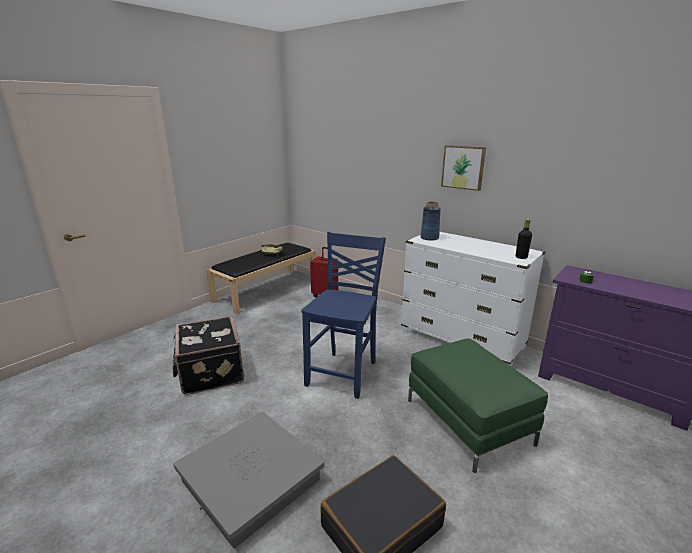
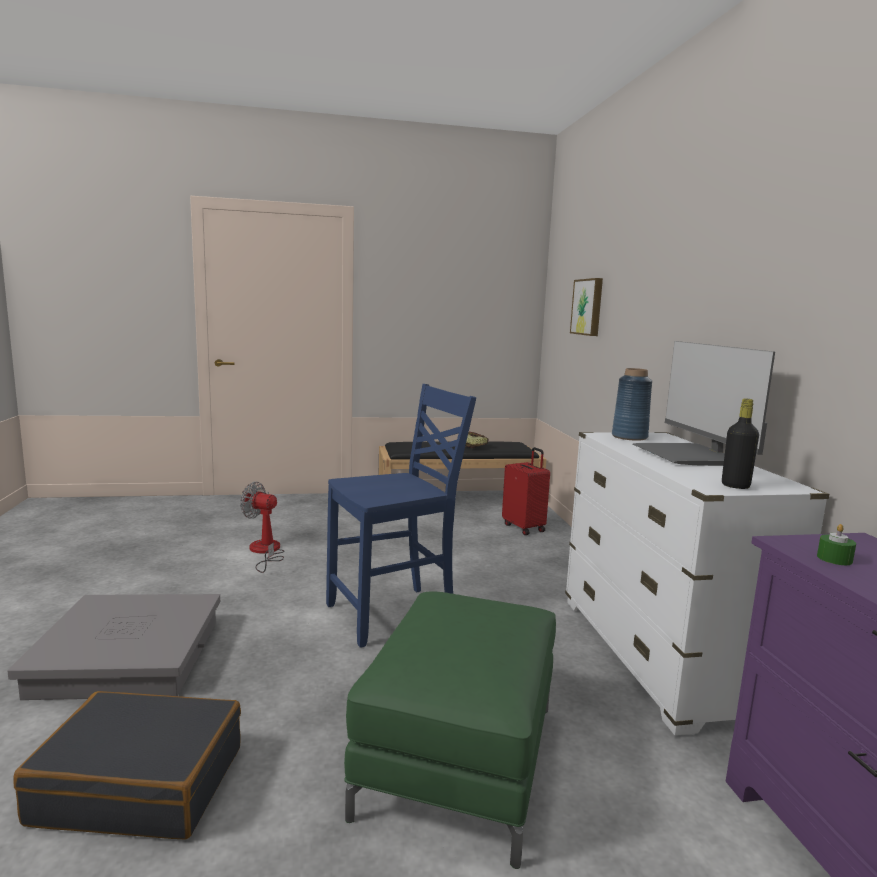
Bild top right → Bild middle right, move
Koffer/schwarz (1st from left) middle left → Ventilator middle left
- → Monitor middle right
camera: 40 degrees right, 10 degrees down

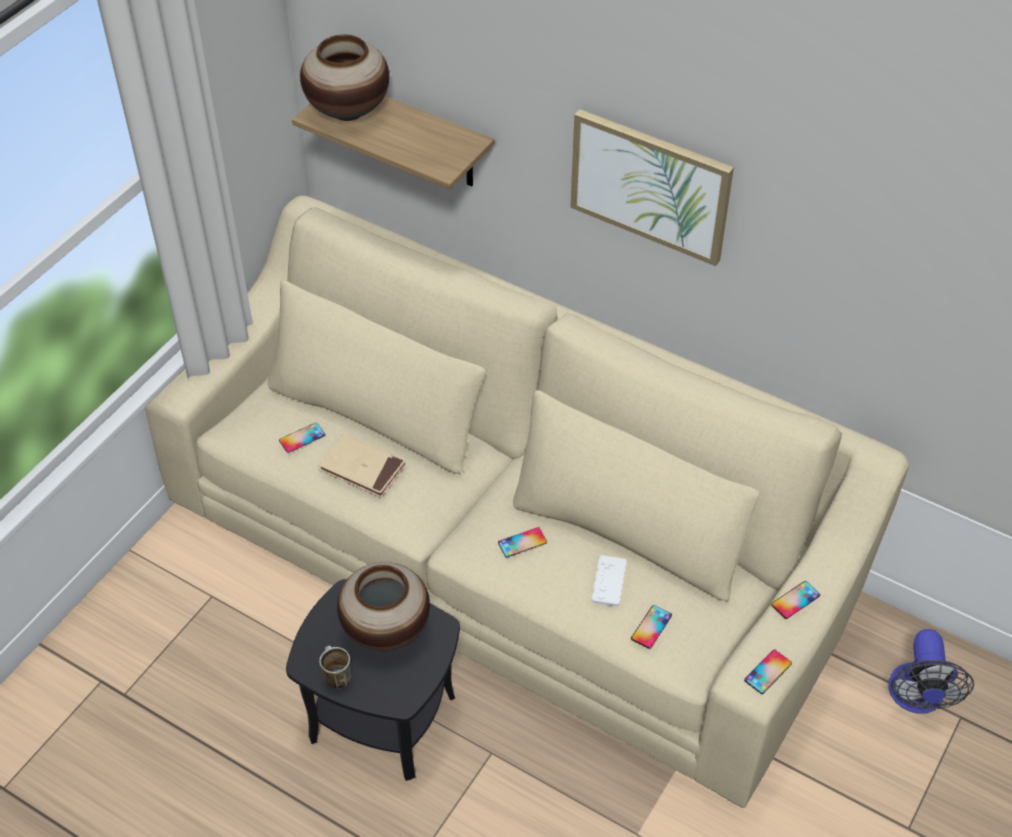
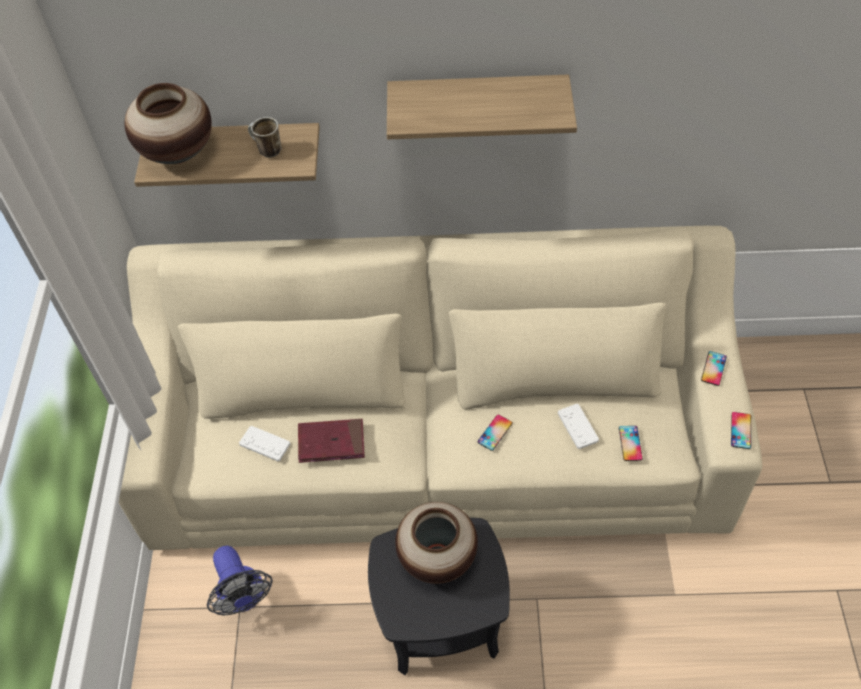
Bild top centre → Wandregal (2nd from left) top centre
Handy (1st from left) middle left → Gamepad/weiß (1st from left) middle left
Buch/beige centre → Buch/rot centre
Ventilator bottom right → Ventilator bottom left, move
Henkelbecher bottom left → Henkelbecher top left, move
camera: 30 degrees left, 5 degrees up

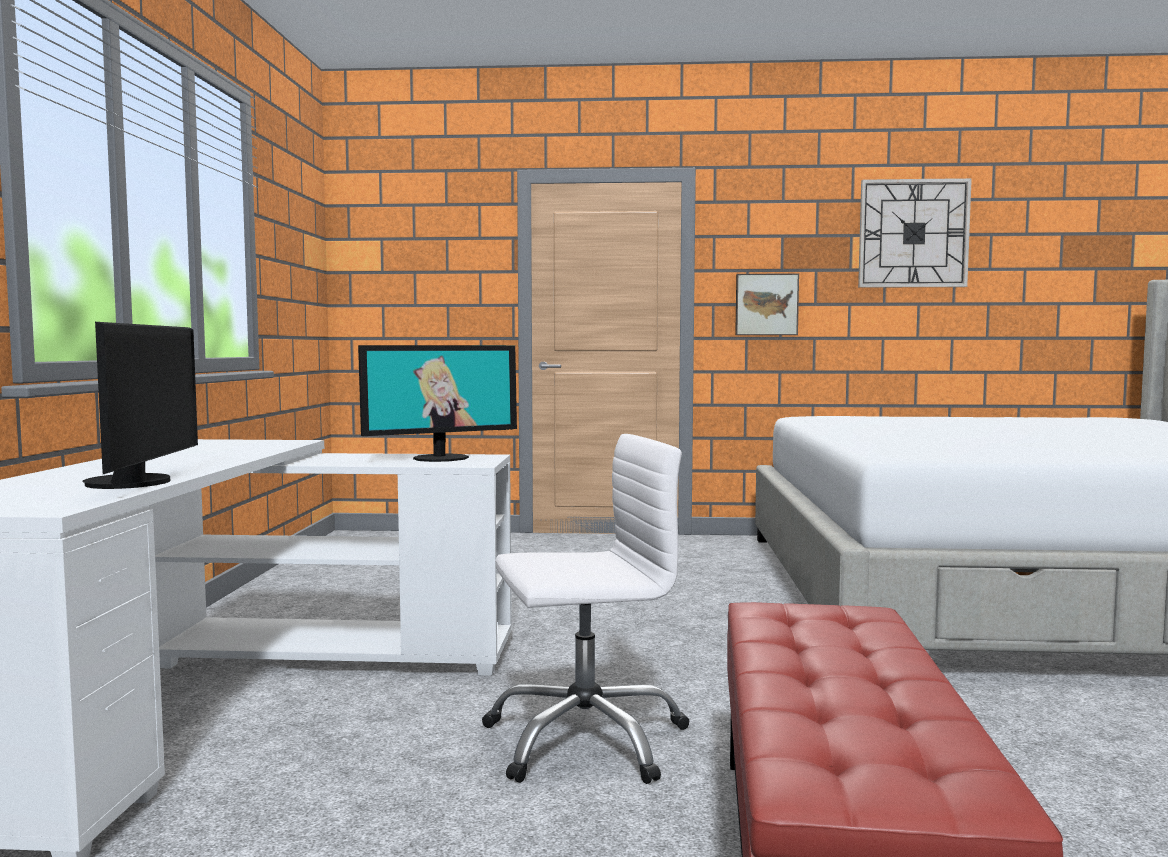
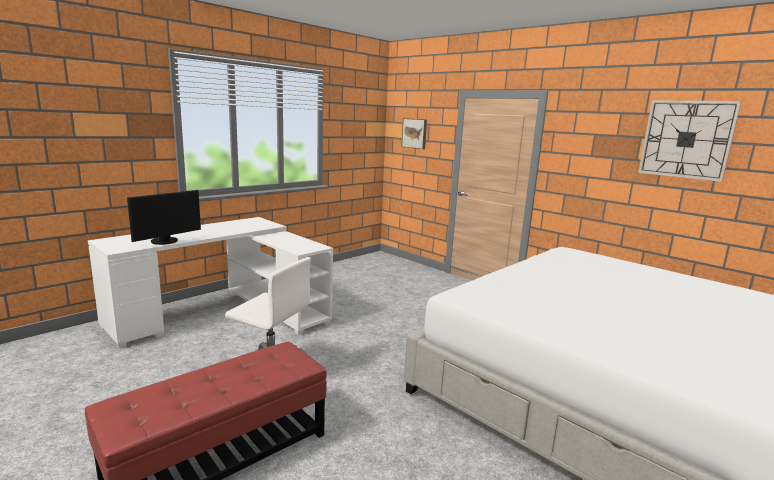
Bild centre → Bild top centre, move
Monitor (2nd from left) centre → -
camera: 40 degrees right, 10 degrees up

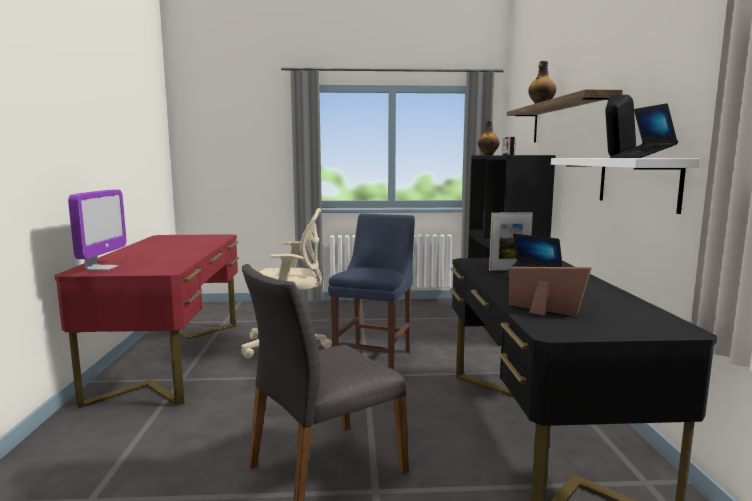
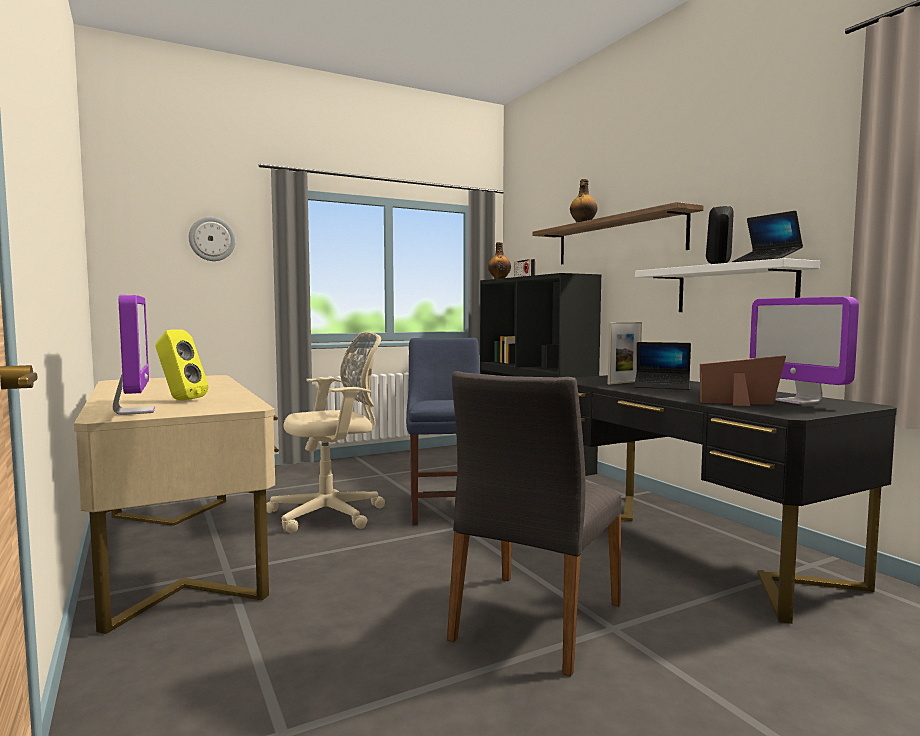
Schreibtisch/rot middle left → Schreibtisch/beige bottom left
- → Wanduhr top left
- → Monitor (2nd from left) middle right
- → Lautsprecher/gelb middle left
camera: 25 degrees left, 5 degrees down

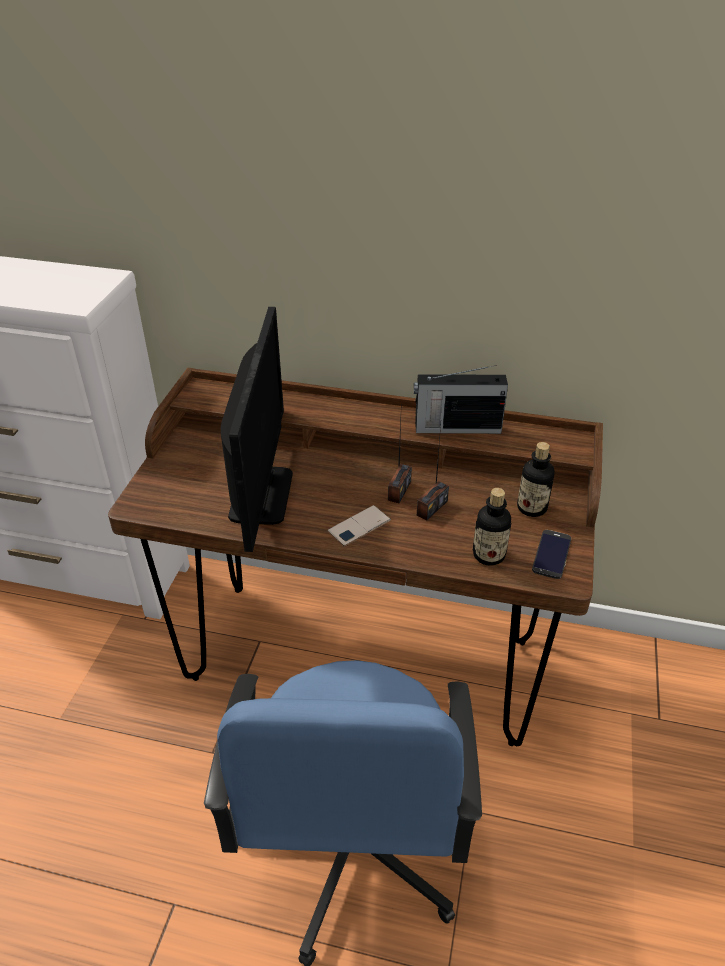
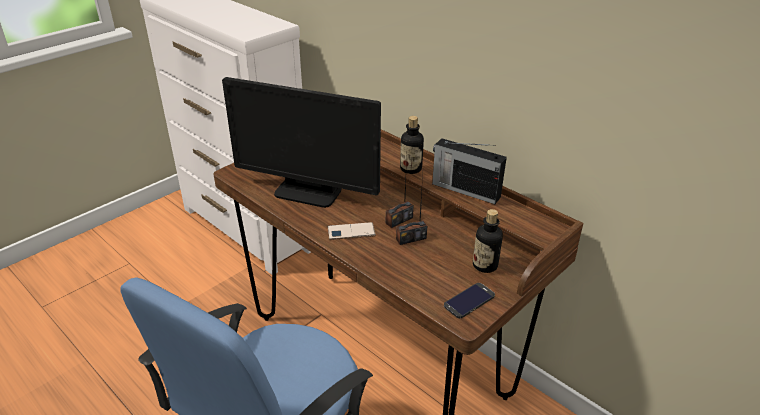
Monitor centre, 75 degrees clockwise
Flasche (1st from left) middle right → Flasche (1st from left) centre, move
camera: 30 degrees right, 5 degrees down

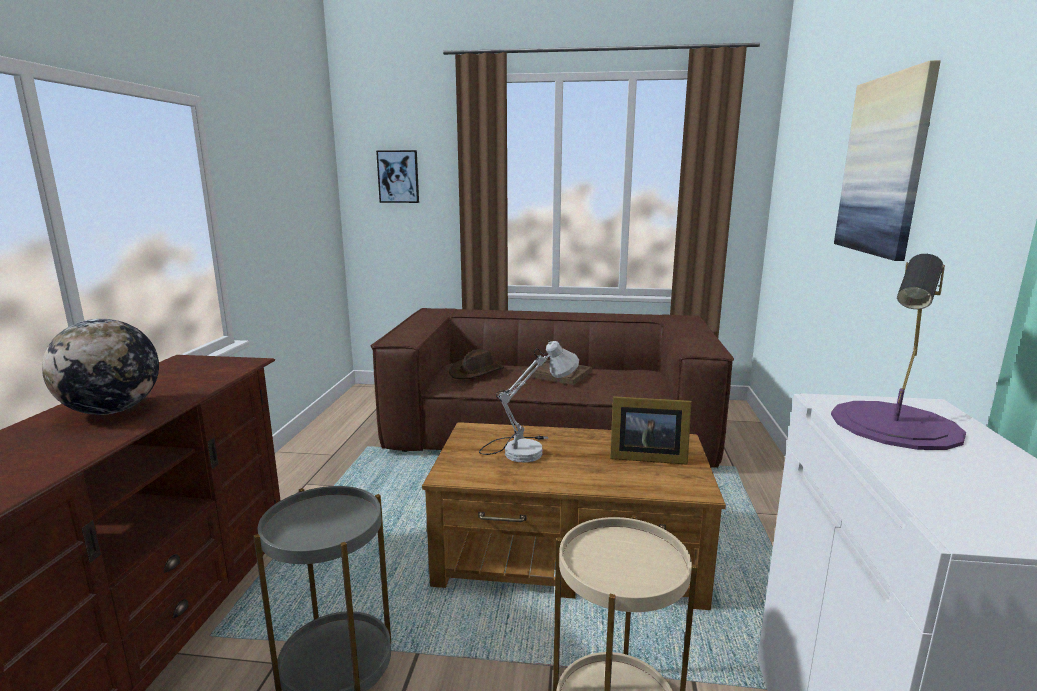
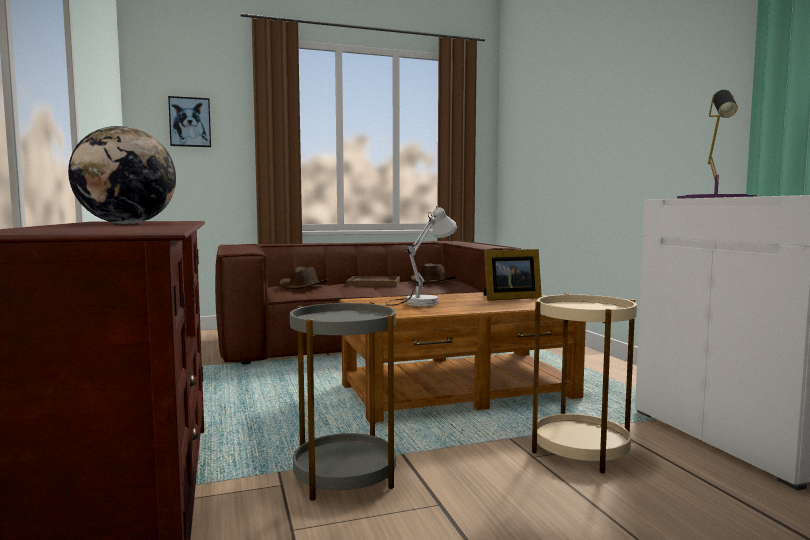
Bild (2nd from left) top right → -
- → Hut/braun (2nd from left) centre
camera: 25 degrees left, 10 degrees down

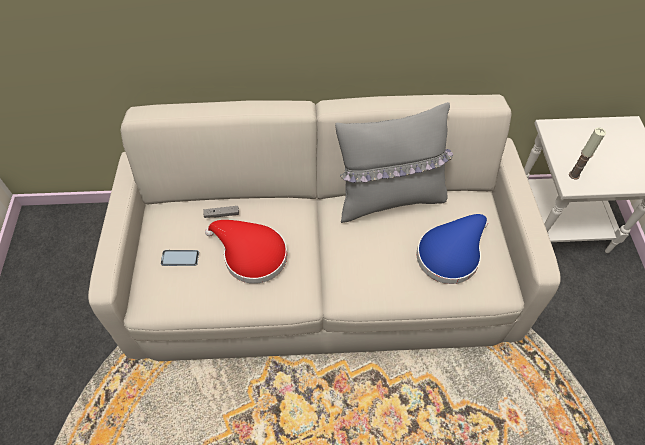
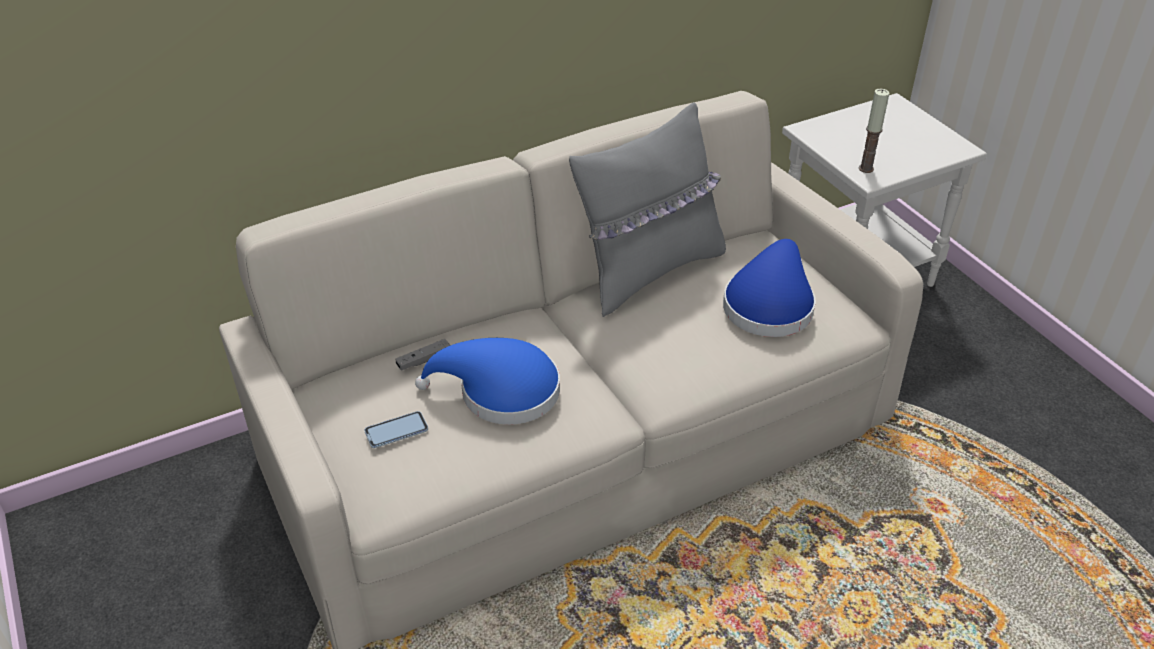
Hut/rot centre → Hut/blau (1st from left) centre
camera: 25 degrees left, 15 degrees down

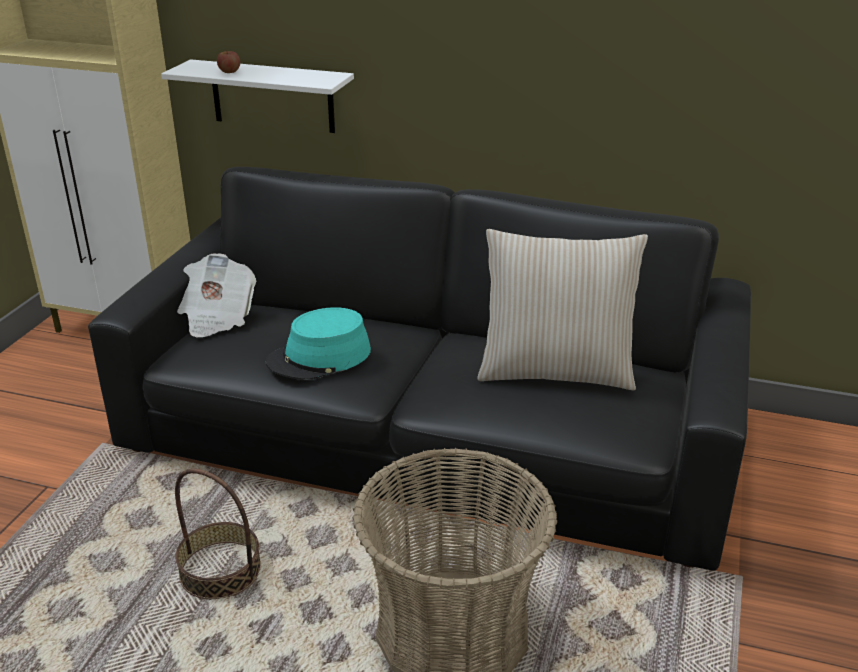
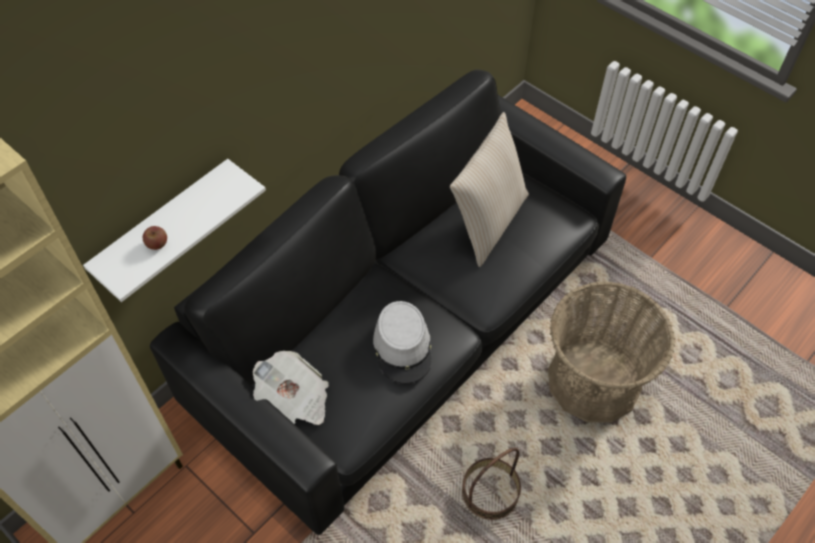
Hut/türkis centre → Hut/grau centre
camera: 65 degrees left, 25 degrees up

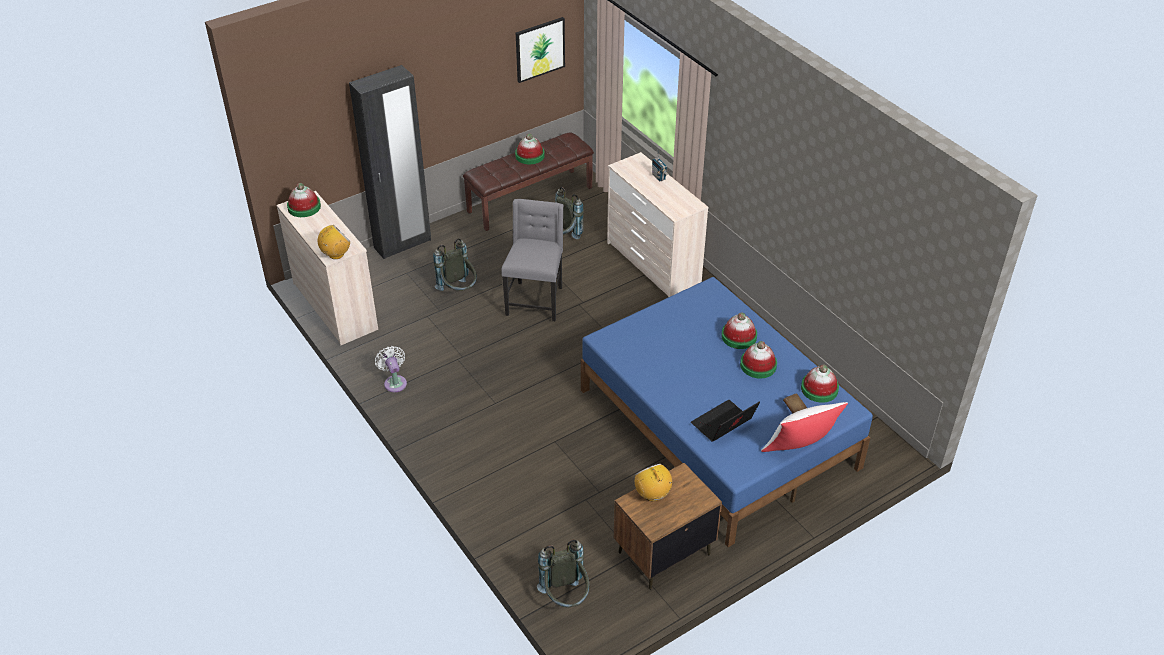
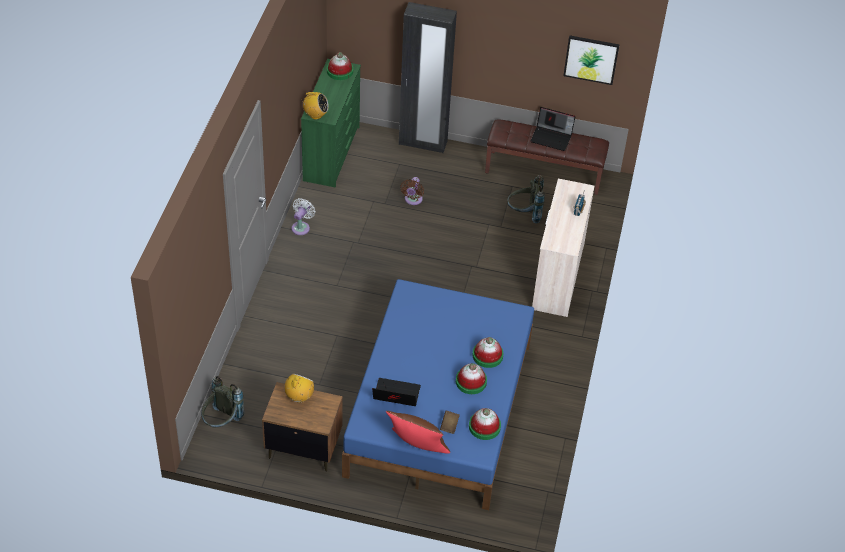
Hut (2nd from left) top centre → Laptop (2nd from left) top centre
Kommode/beige (1st from left) middle left → Kommode/grün top centre
Stuhl/grau centre → -
Rucksack/grau (1st from left) centre → Ventilator/braun centre
Kissen/weiß middle right → Kissen/braun bottom centre
camera: 45 degrees right, 5 degrees up

